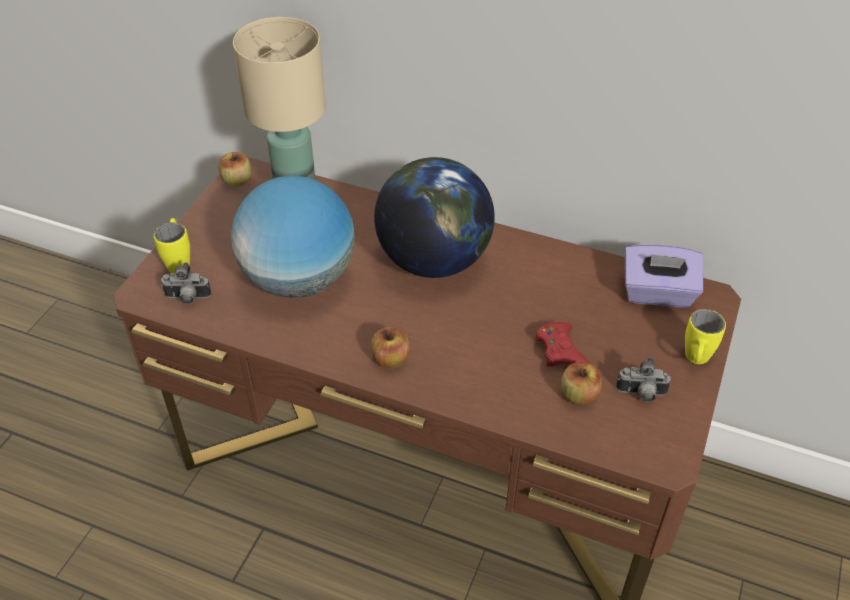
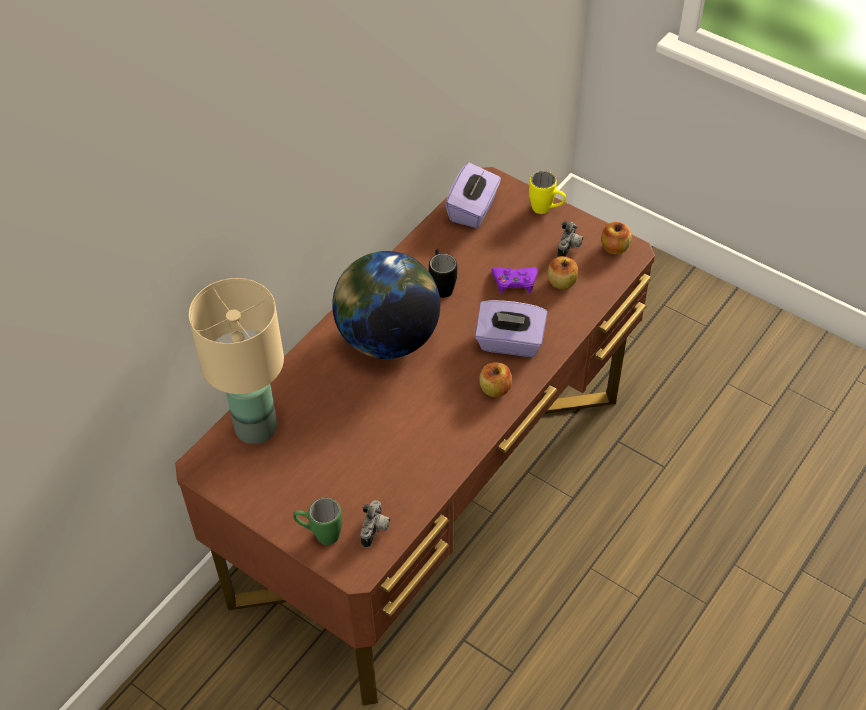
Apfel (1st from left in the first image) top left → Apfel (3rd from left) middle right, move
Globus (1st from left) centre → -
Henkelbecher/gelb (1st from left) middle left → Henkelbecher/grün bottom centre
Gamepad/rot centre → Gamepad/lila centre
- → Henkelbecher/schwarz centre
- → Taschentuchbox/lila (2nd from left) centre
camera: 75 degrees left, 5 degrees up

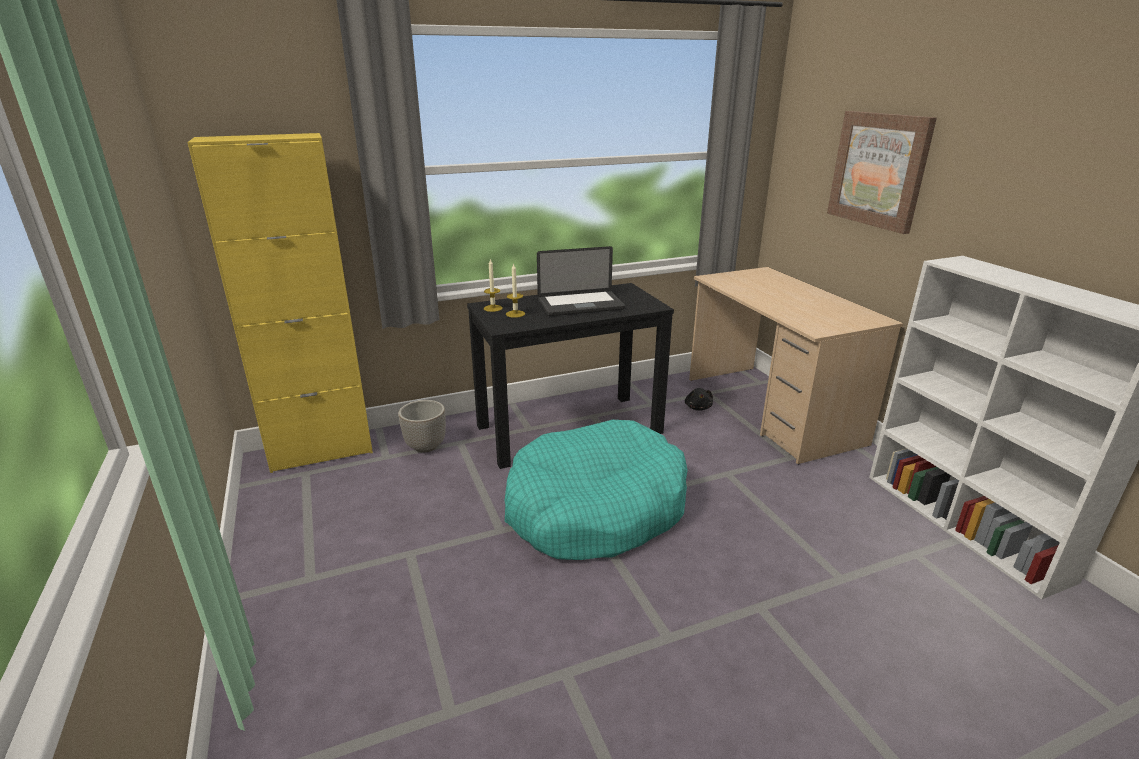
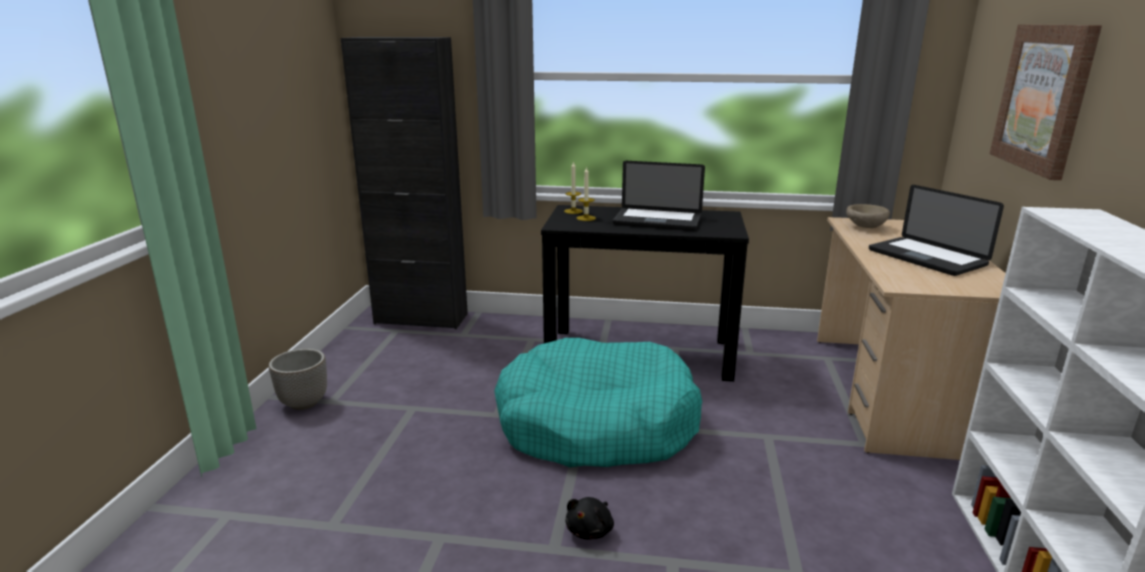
Schrank/gelb middle left → Schrank/schwarz top centre
Plüschtier/schwarz centre → Plüschtier/schwarz bottom centre, move
Pflanzkübel centre → Pflanzkübel middle left, move
- → Laptop (2nd from left) middle right
- → Schüssel/beige middle right
camera: 30 degrees right, 5 degrees down

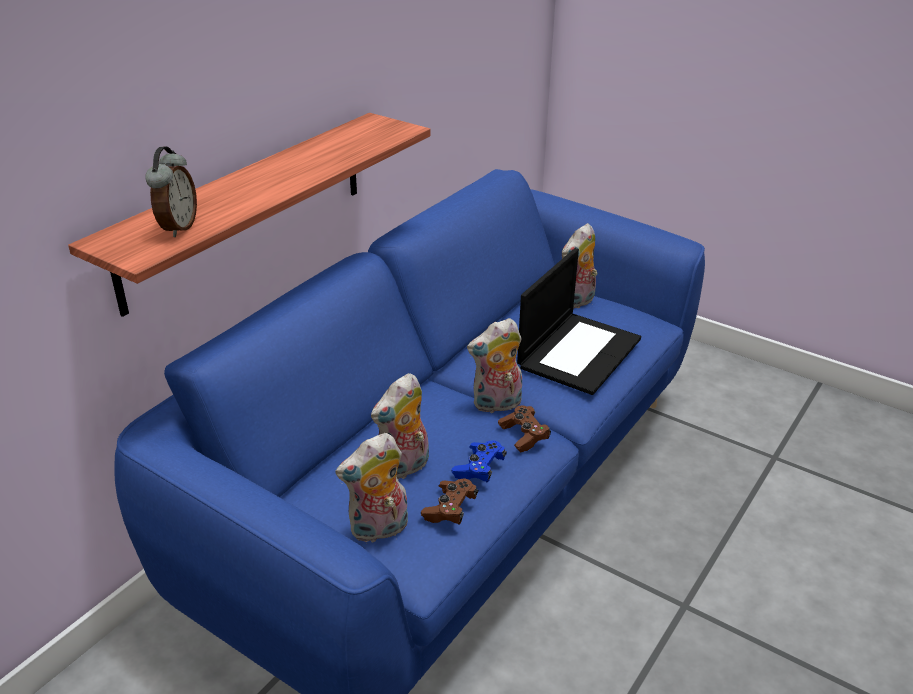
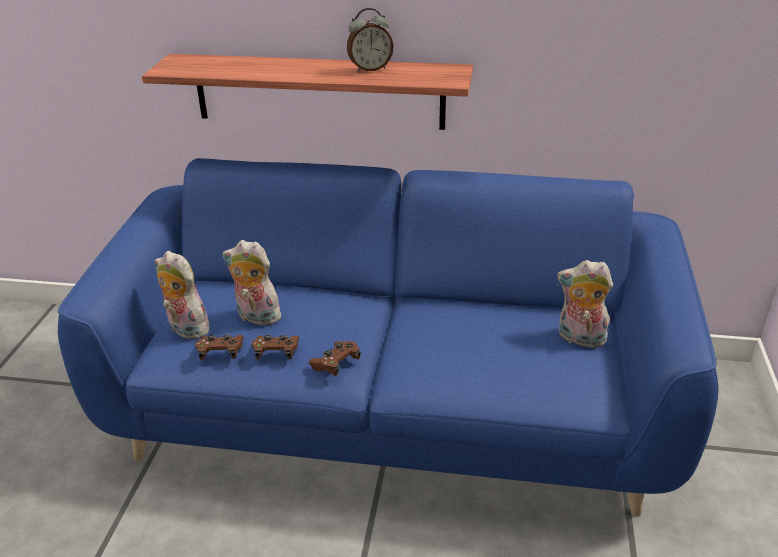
Wecker top left → Wecker top centre, move
Laptop centre → -
Plüschtier (3rd from left) centre → -
Gamepad/blau centre → Gamepad/braun (2nd from left) centre
camera: 65 degrees right, 0 degrees up

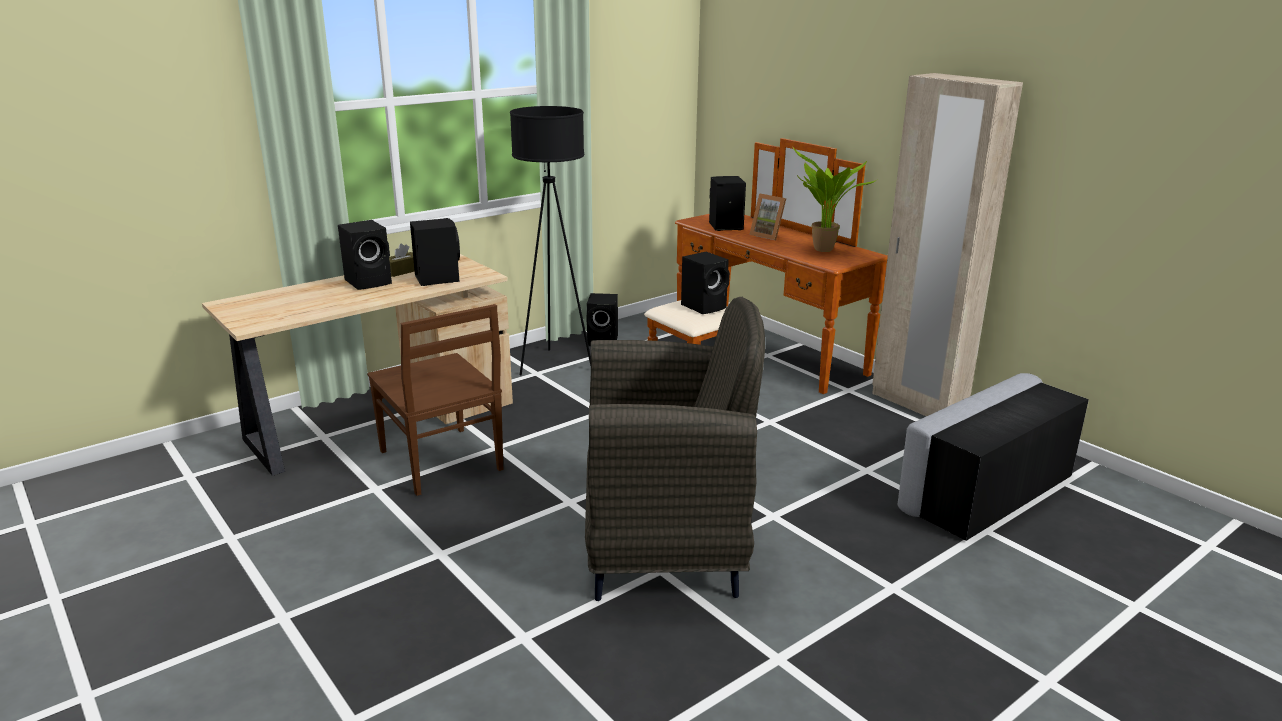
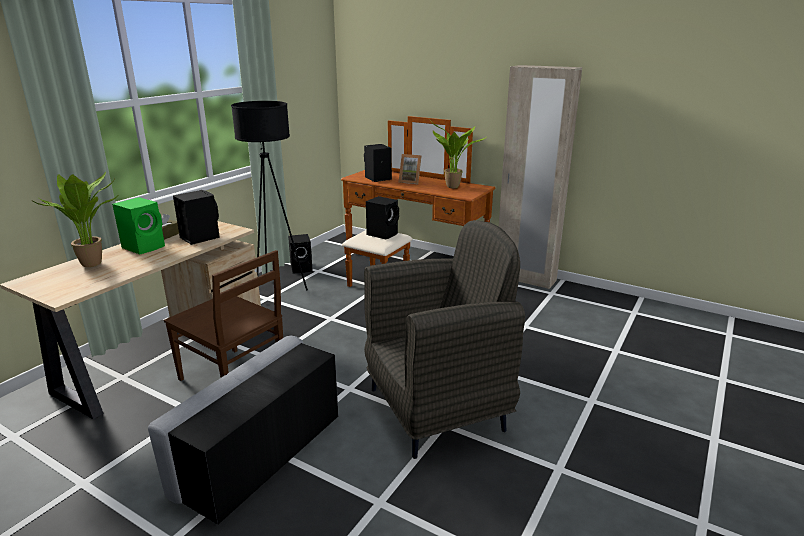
Lautsprecher/schwarz (1st from left) middle left → Lautsprecher/grün middle left
Polsterhocker/grau middle right → Polsterhocker/grau bottom left, move
- → Topfpflanze (1st from left) middle left
camera: 20 degrees left, 0 degrees up

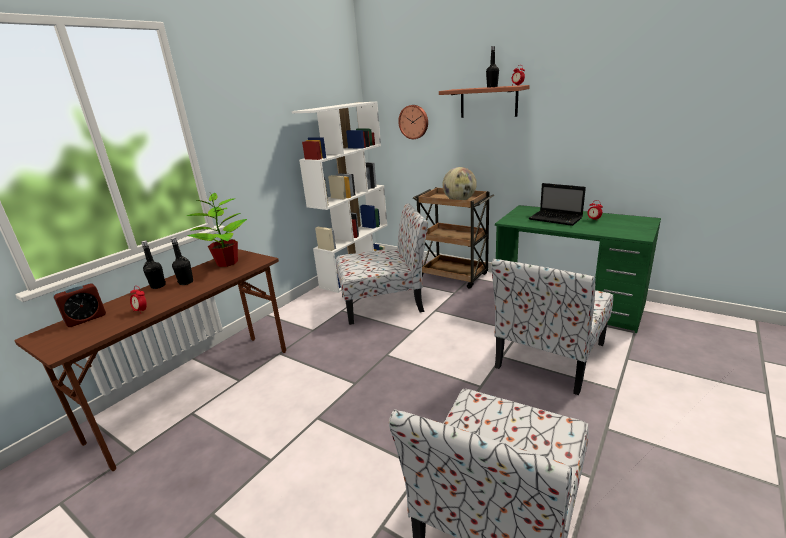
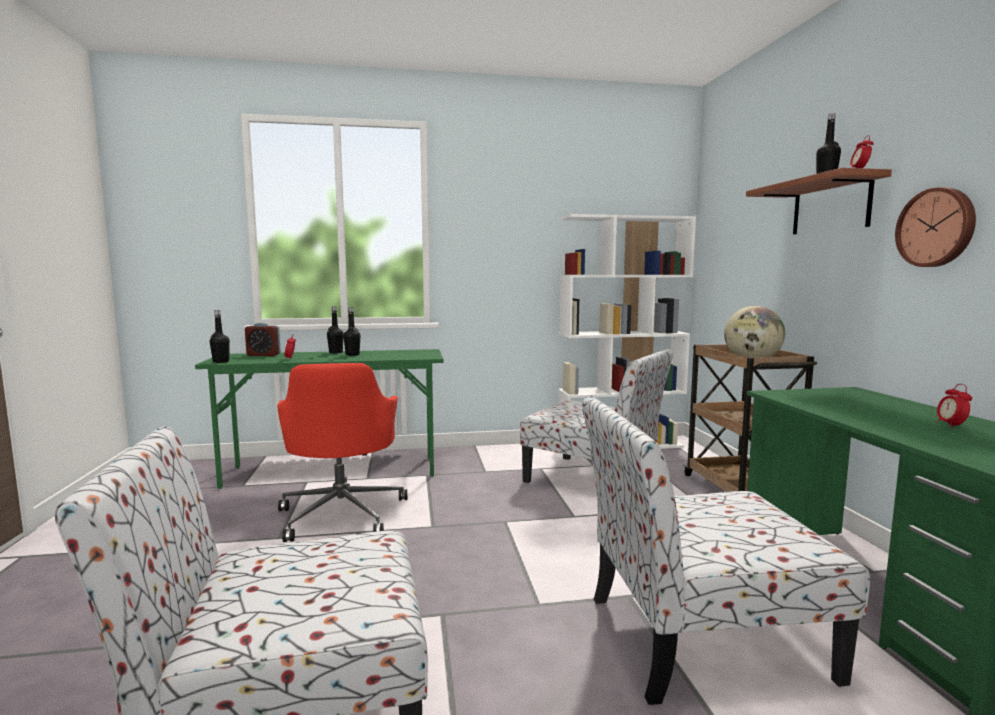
Wanduhr top centre → Wanduhr top right, move
Laptop middle right → -
Topfpflanze middle left → -
Schreibtisch/braun bottom left → Schreibtisch/grün (1st from left) middle left
- → Flasche/schwarz (1st from left) middle left
- → Bürostuhl/rot centre
camera: 45 degrees right, 15 degrees down

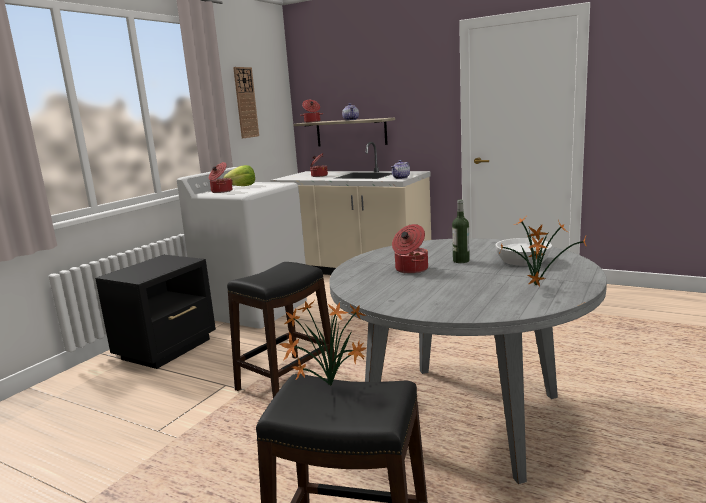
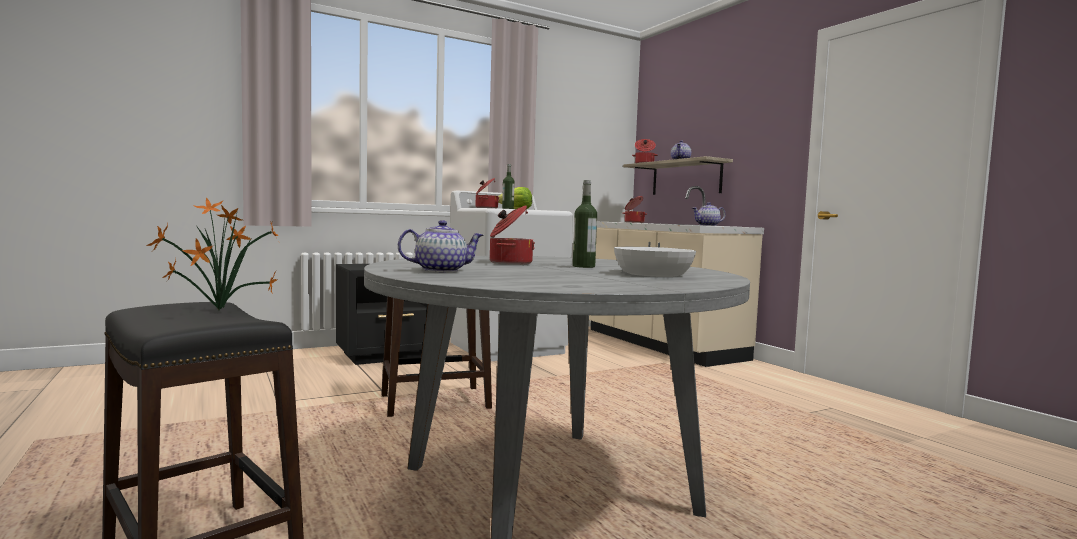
Wanduhr top centre → -
Topfpflanze (2nd from left) middle right → -
- → Flasche (1st from left) centre
- → Teekanne (1st from left) centre
camera: 30 degrees right, 10 degrees down

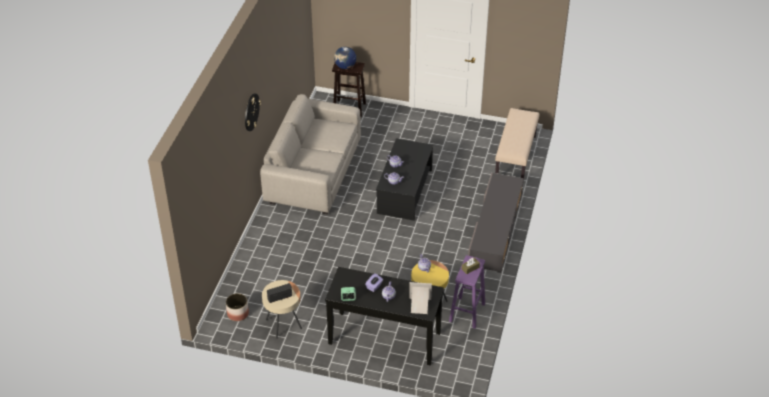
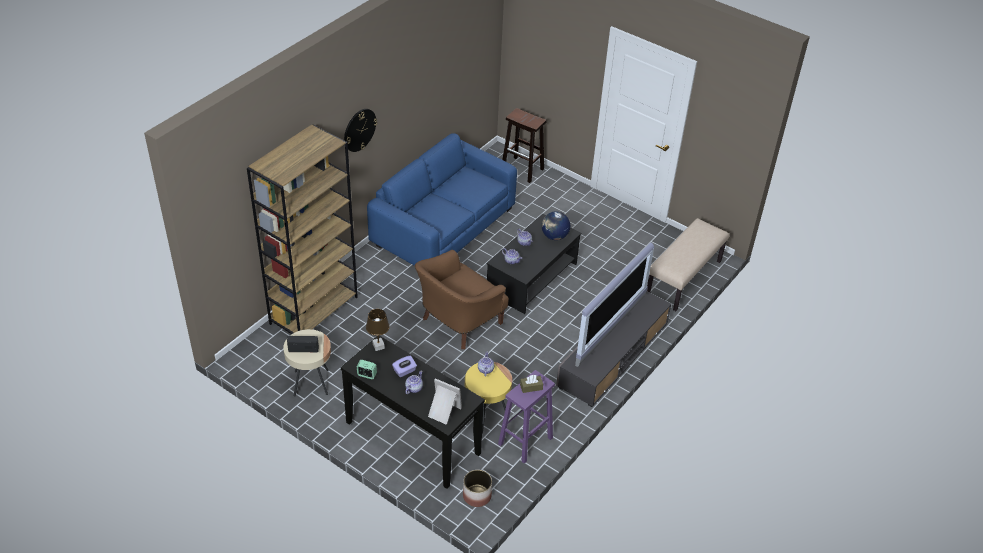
Globus top centre → Globus centre, move
Sofa/beige centre → Sofa/blau centre
Pflanzkübel bottom left → Pflanzkübel bottom centre, move
- → Bücherregal/braun middle left
- → Fernseher centre
- → Sessel/braun centre
- → Tischlampe/braun centre
camera: 20 degrees right, 0 degrees up

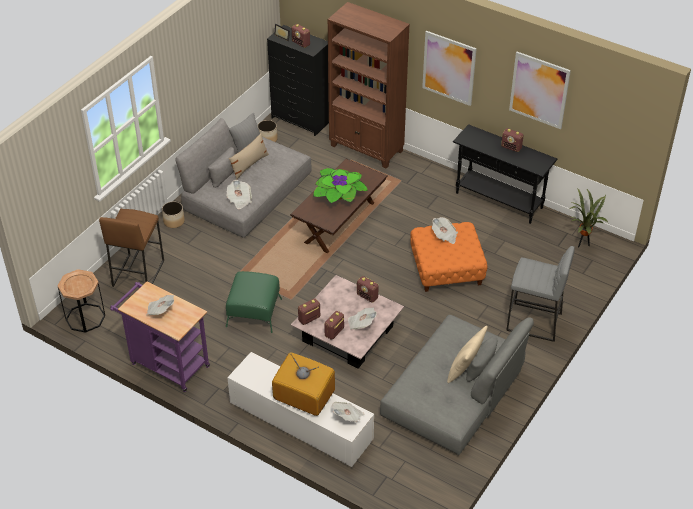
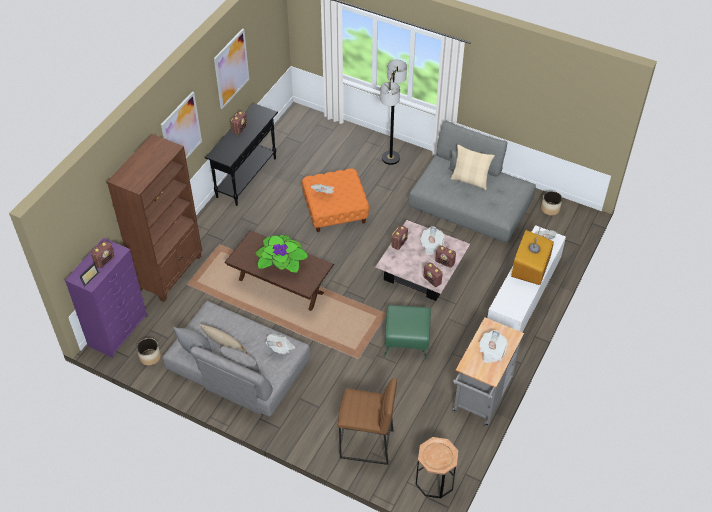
Kommode/schwarz top centre → Kommode/lila middle left
Topfpflanze (2nd from left) middle right → -
Pflanzkübel (1st from left in the first image) middle left → Pflanzkübel (2nd from left) middle right, move
Hocker/grau middle right → Stehlampe top centre
Rollwagen/lila middle left → Rollwagen/grau bottom right
camera: 95 degrees left, 5 degrees up

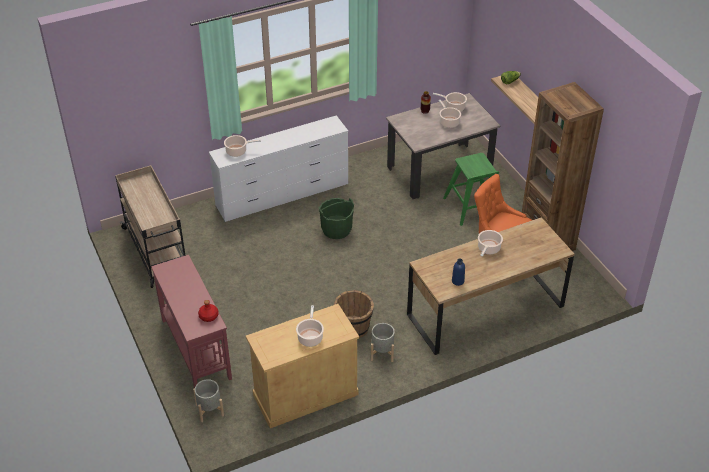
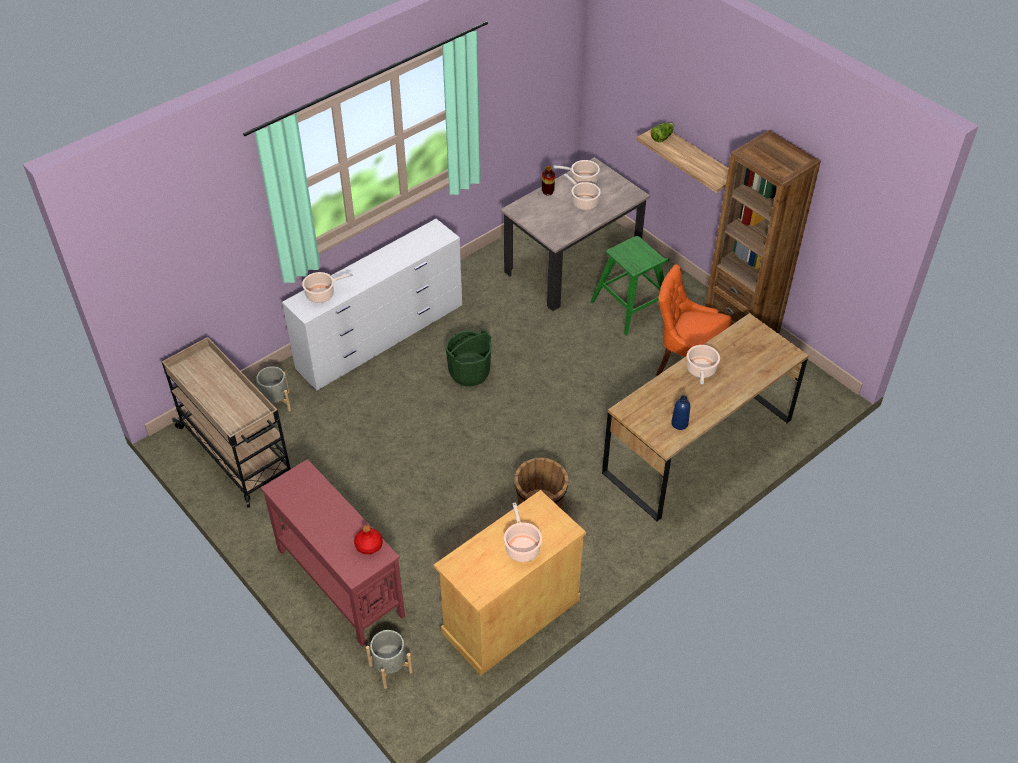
Pflanzkübel/grau (2nd from left in the first image) bottom centre → Pflanzkübel/grau (1st from left) middle left, move
camera: 15 degrees left, 5 degrees up

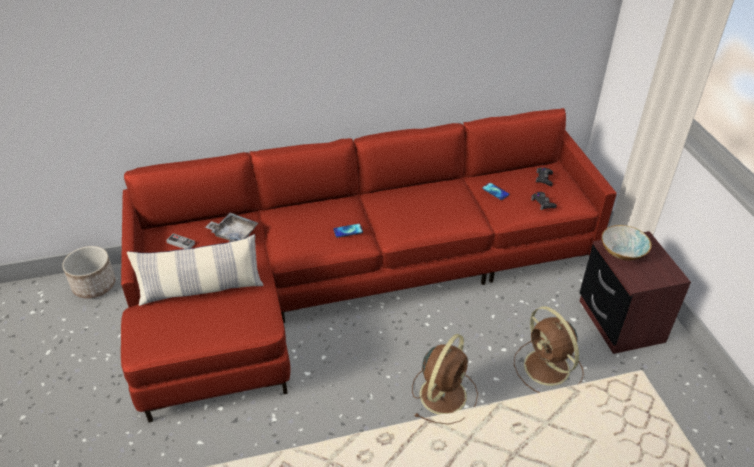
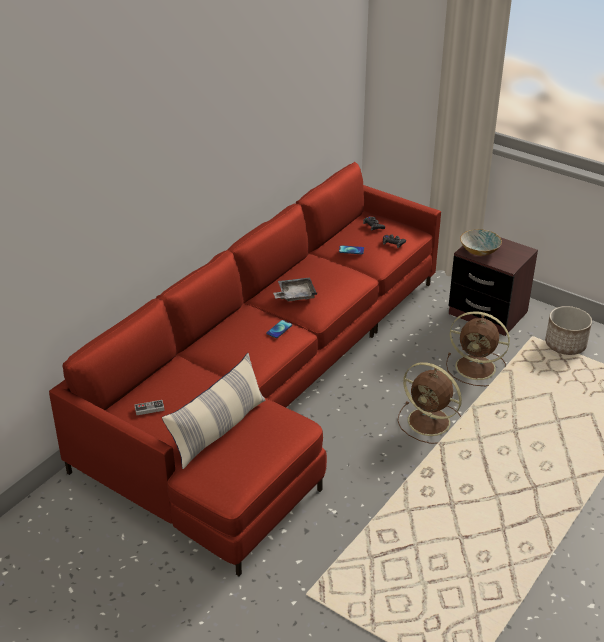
Tablett/grau middle left → Tablett/grau centre, move
Pflanzkübel middle left → Pflanzkübel middle right, move
Ventilator/braun (1st from left) bottom centre → Ventilator/braun (1st from left) middle right, 135 degrees clockwise
camera: 40 degrees left, 5 degrees down

